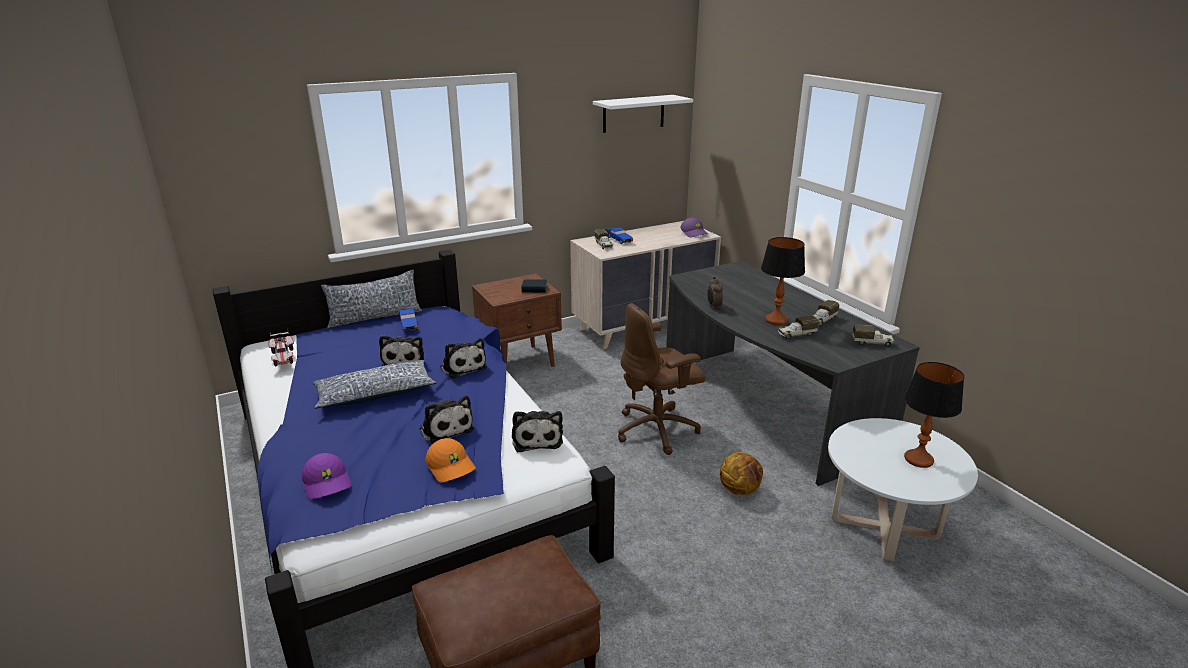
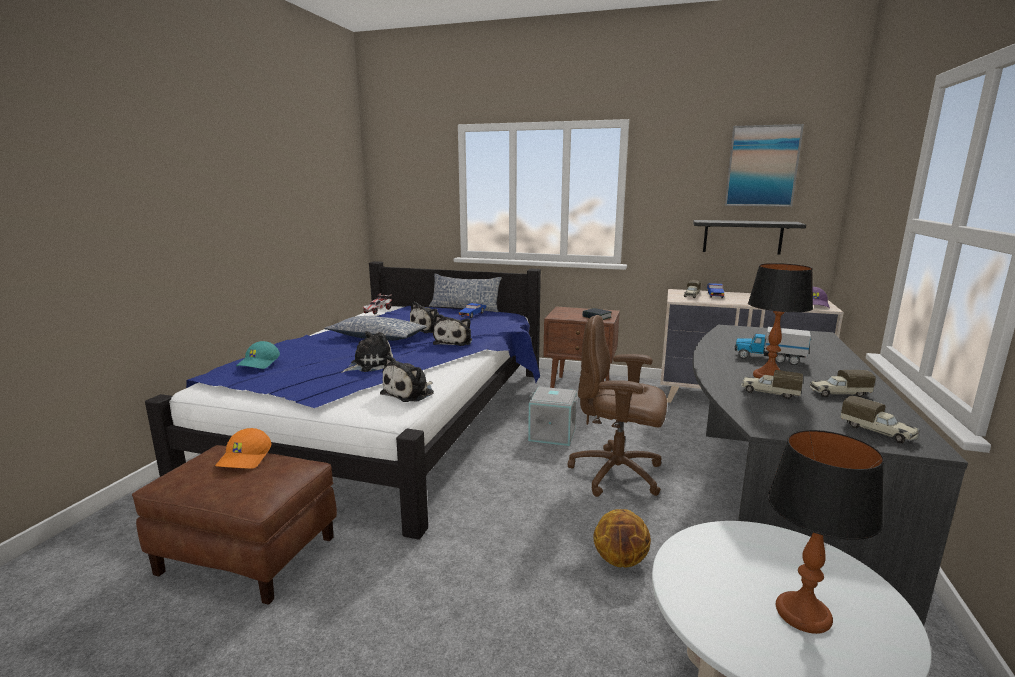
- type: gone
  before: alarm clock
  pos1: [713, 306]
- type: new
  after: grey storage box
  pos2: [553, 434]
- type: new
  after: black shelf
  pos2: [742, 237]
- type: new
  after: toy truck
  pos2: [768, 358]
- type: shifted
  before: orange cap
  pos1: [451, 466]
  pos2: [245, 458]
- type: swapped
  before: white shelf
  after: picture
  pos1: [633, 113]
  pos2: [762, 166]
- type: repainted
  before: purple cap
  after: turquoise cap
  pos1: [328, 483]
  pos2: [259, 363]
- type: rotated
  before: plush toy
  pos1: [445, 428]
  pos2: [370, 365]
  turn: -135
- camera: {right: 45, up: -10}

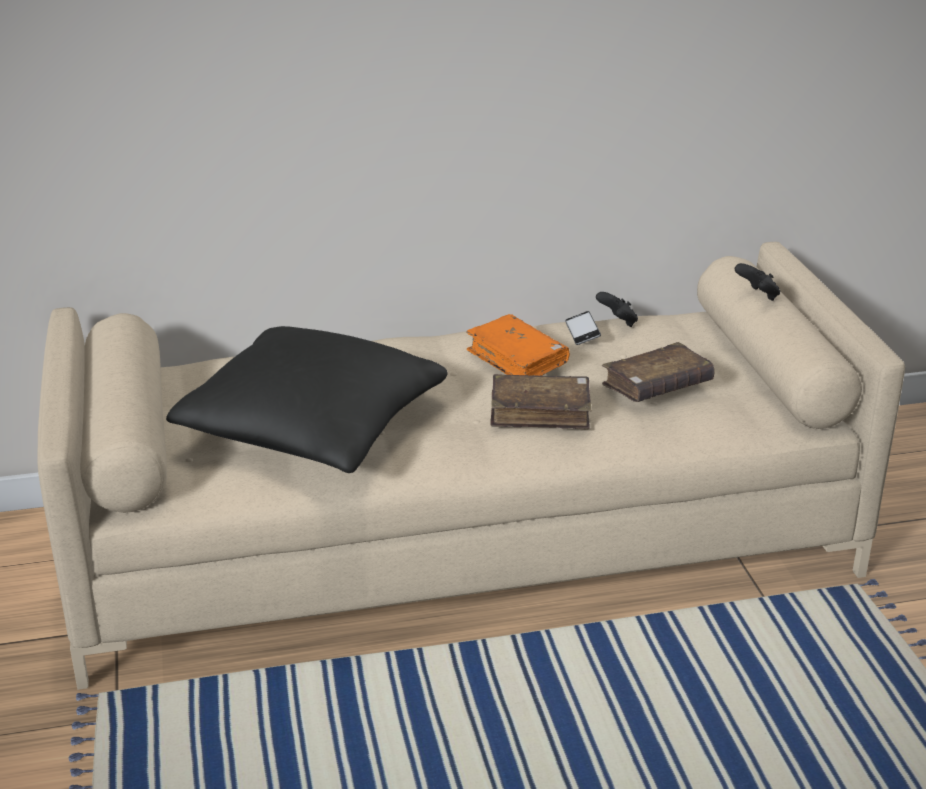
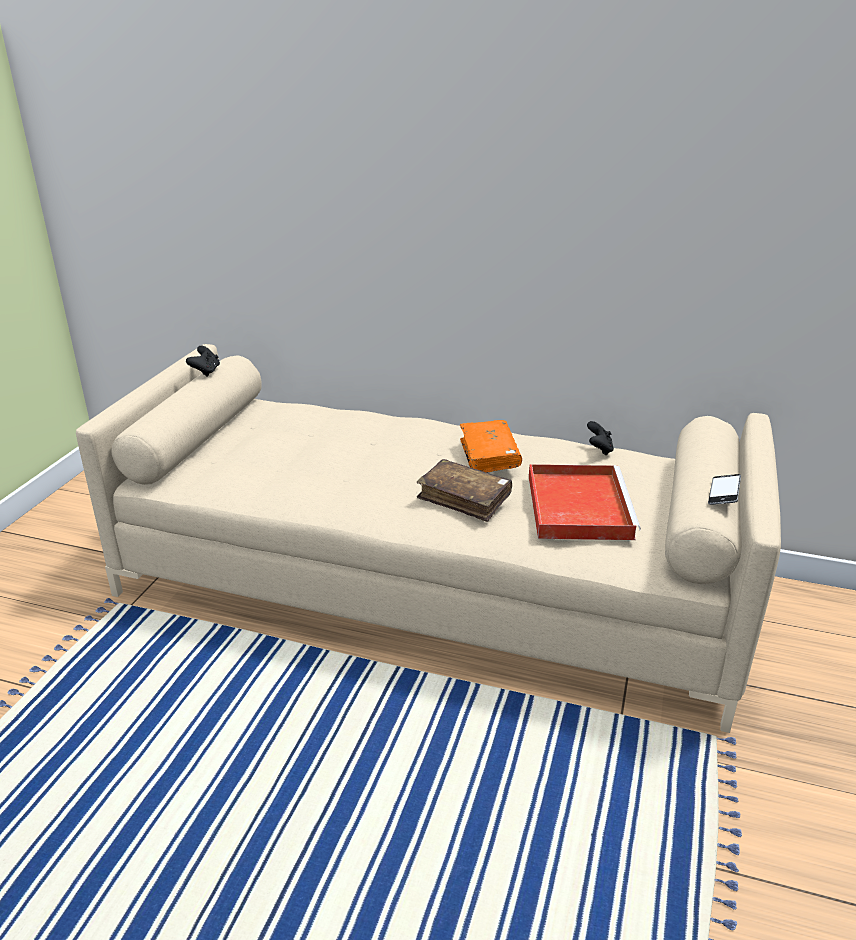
- type: gone
  before: black pillow
  pos1: [312, 428]
- type: shifted
  before: phone
  pos1: [582, 332]
  pos2: [723, 494]
- type: shifted
  before: black game controller
  pos1: [758, 296]
  pos2: [205, 372]
- type: swapped
  before: brown book
  after: red tray
  pos1: [657, 386]
  pos2: [577, 505]
- camera: {right: 30, up: 0}

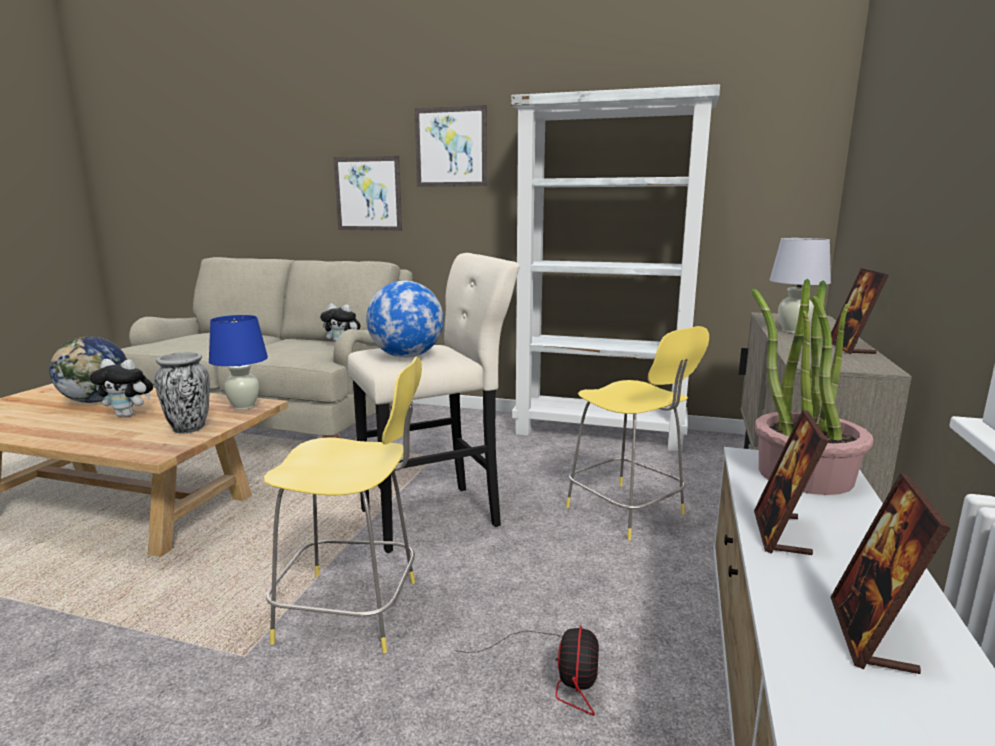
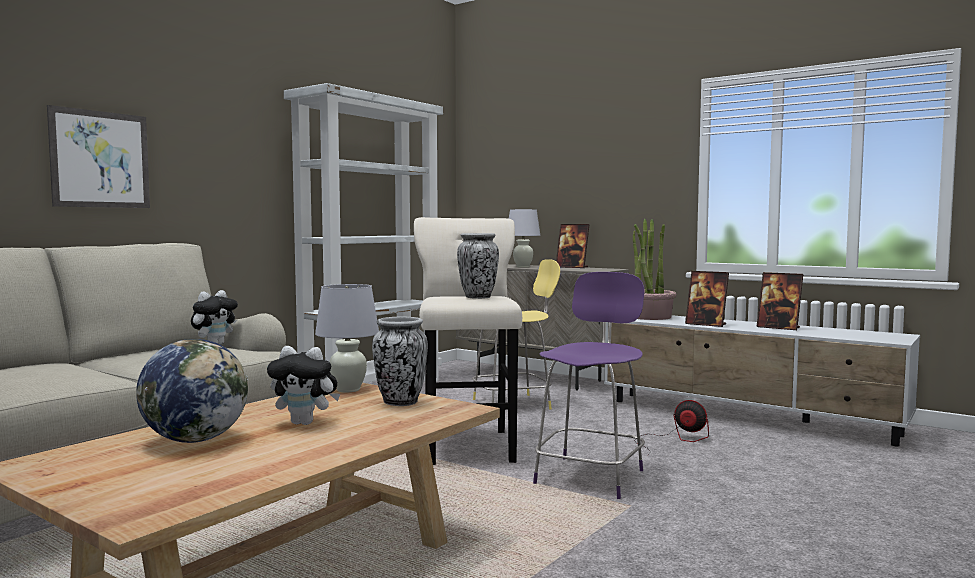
- type: gone
  before: picture
  pos1: [451, 147]
- type: swapped
  before: globe
  after: vase
  pos1: [407, 356]
  pos2: [478, 297]
- type: repainted
  before: blue table lamp
  after: white table lamp
  pos1: [243, 407]
  pos2: [348, 390]
- type: repainted
  before: yellow stool
  after: purple stool
  pos1: [353, 611]
  pos2: [591, 475]
- type: rotated
  before: plush toy
  pos1: [128, 415]
  pos2: [305, 423]
  turn: 75
- camera: {right: -70, up: -10}

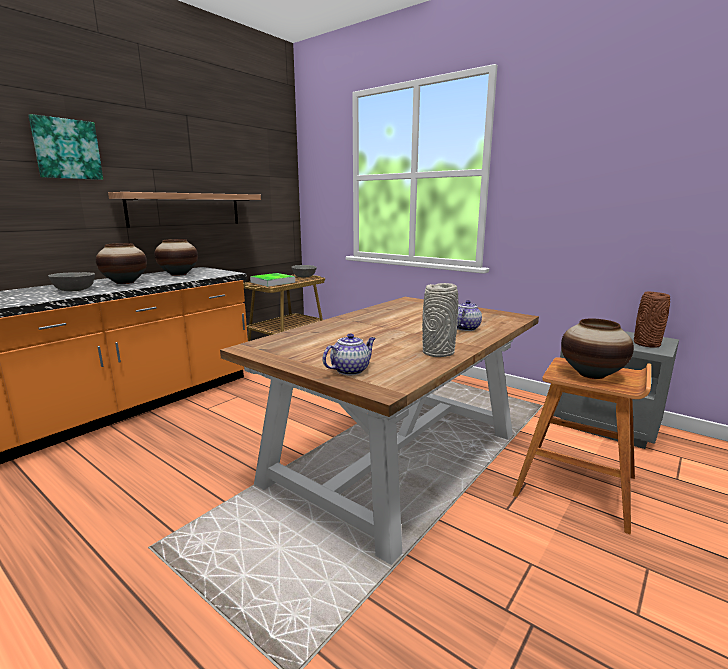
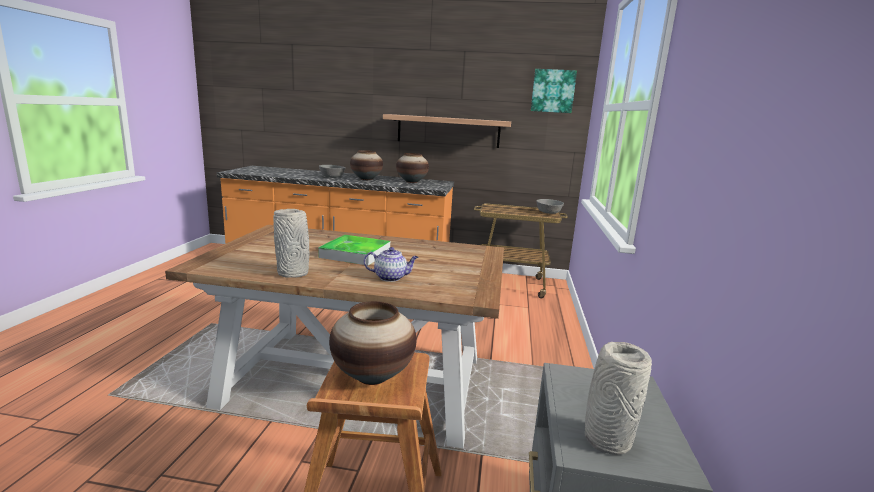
- type: gone
  before: teapot
  pos1: [350, 370]
- type: shifted
  before: picture
  pos1: [66, 149]
  pos2: [553, 91]
- type: shifted
  before: tray
  pos1: [272, 282]
  pos2: [355, 254]
- type: repainted
  before: brown vase
  after: grey vase
  pos1: [646, 344]
  pos2: [606, 439]
- camera: {right: 60, up: 0}

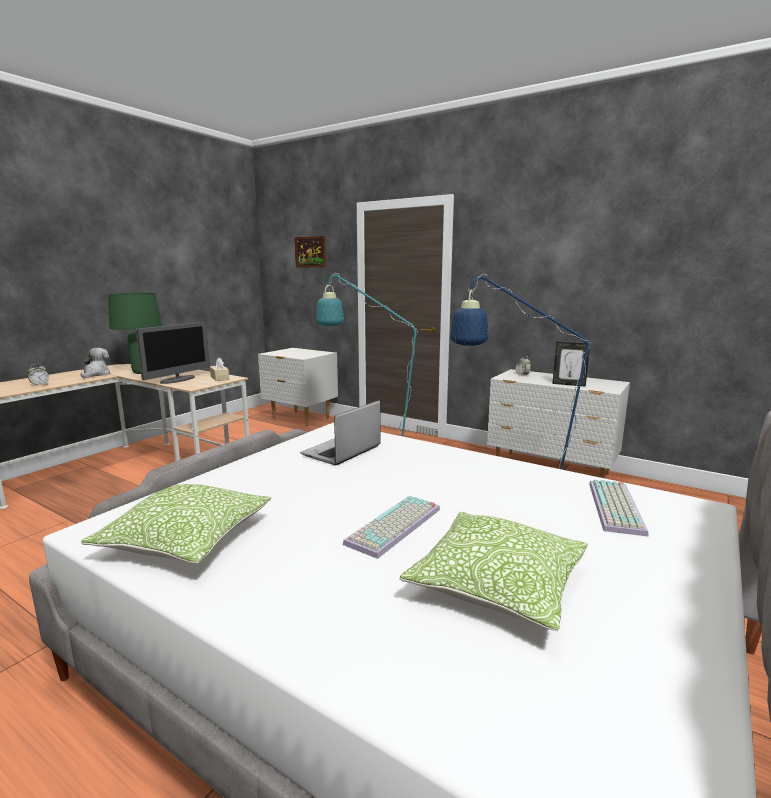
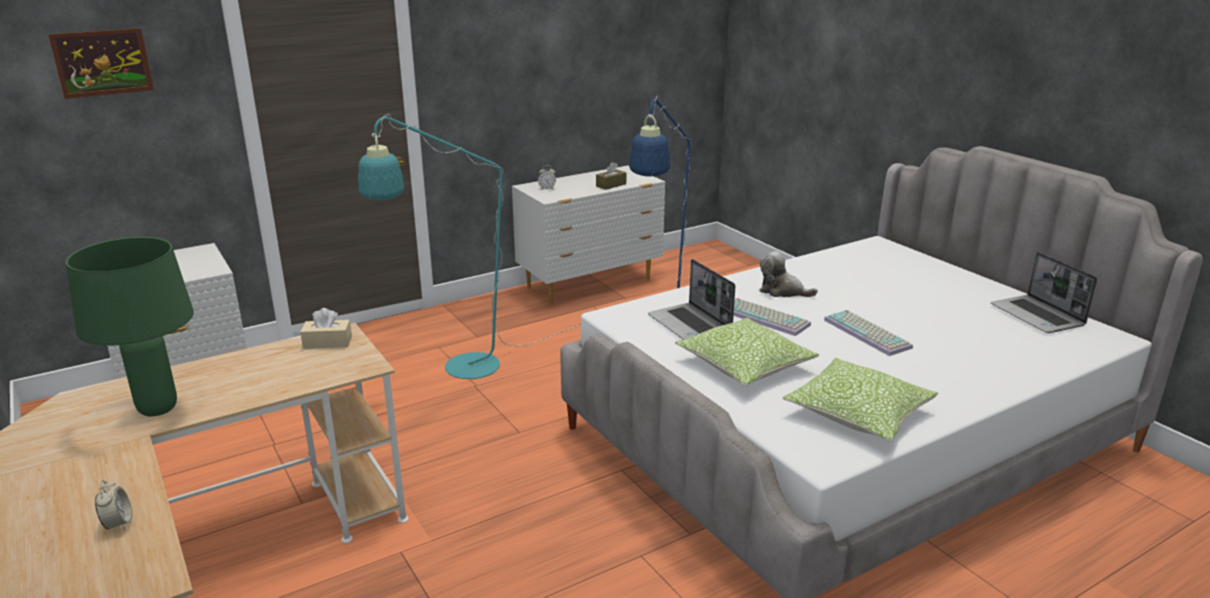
- type: gone
  before: monitor
  pos1: [178, 380]
- type: new
  after: laptop
  pos2: [1038, 316]
- type: shifted
  before: plush toy
  pos1: [96, 374]
  pos2: [782, 291]
- type: shifted
  before: pillow
  pos1: [497, 584]
  pos2: [745, 366]
- type: shifted
  before: keyboard
  pos1: [618, 508]
  pos2: [766, 317]
- type: swapped
  before: picture frame
  after: brown tissue box
  pos1: [569, 384]
  pos2: [611, 185]
- camera: {right: -65, up: 10}

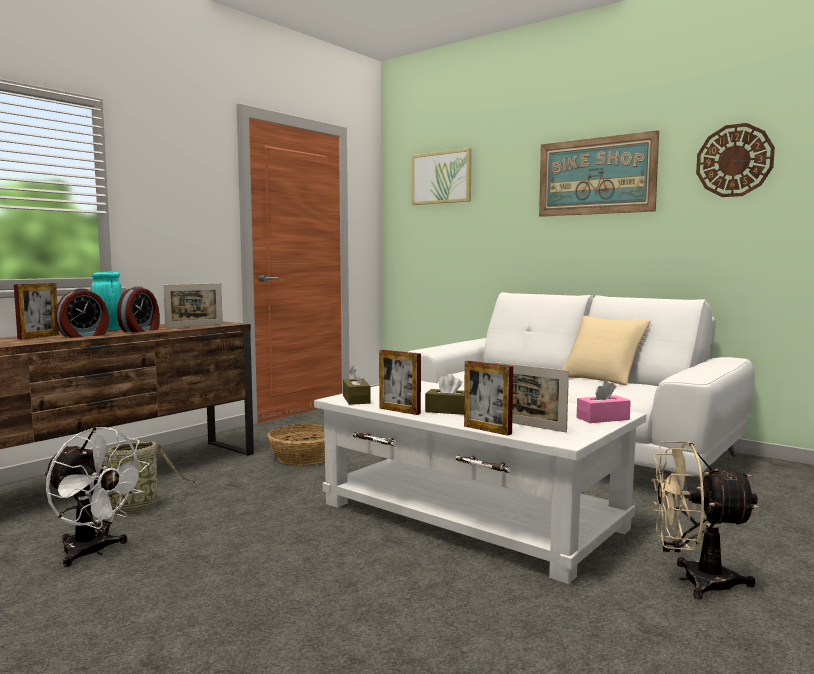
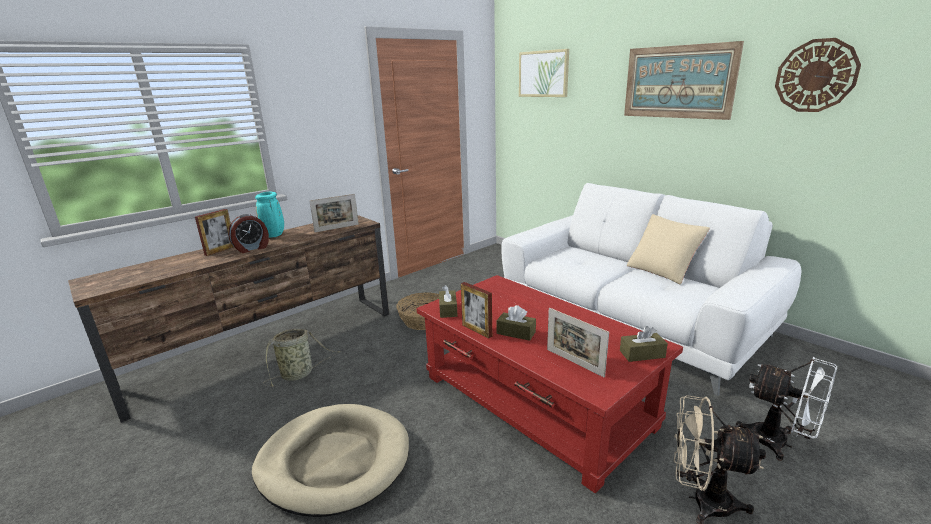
- type: gone
  before: alarm clock
  pos1: [141, 330]
- type: gone
  before: picture frame
  pos1: [487, 430]
- type: new
  after: beige dog bed
  pos2: [334, 461]
- type: shifted
  before: white fan
  pos1: [93, 552]
  pos2: [779, 443]
- type: repainted
  before: white coffee table
  after: red coffee table
  pos1: [471, 516]
  pos2: [535, 401]
- type: repainted
  before: pink tissue box
  after: brown tissue box
  pos1: [603, 418]
  pos2: [642, 354]
- camera: {right: 10, up: 15}

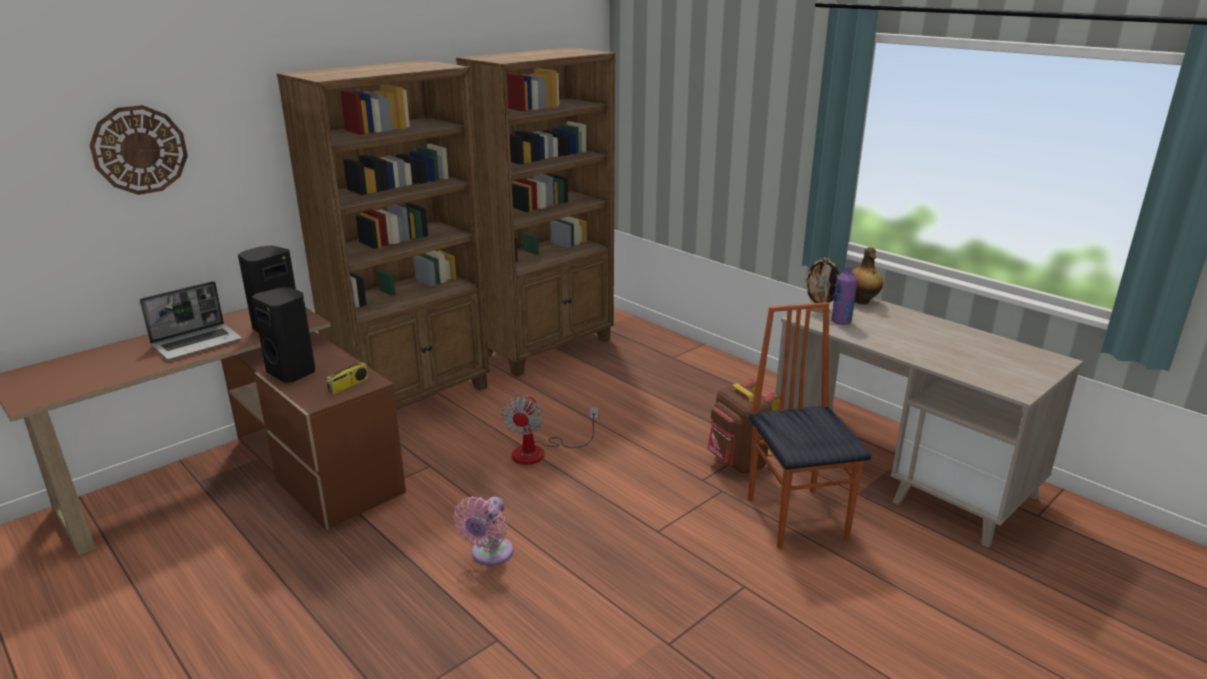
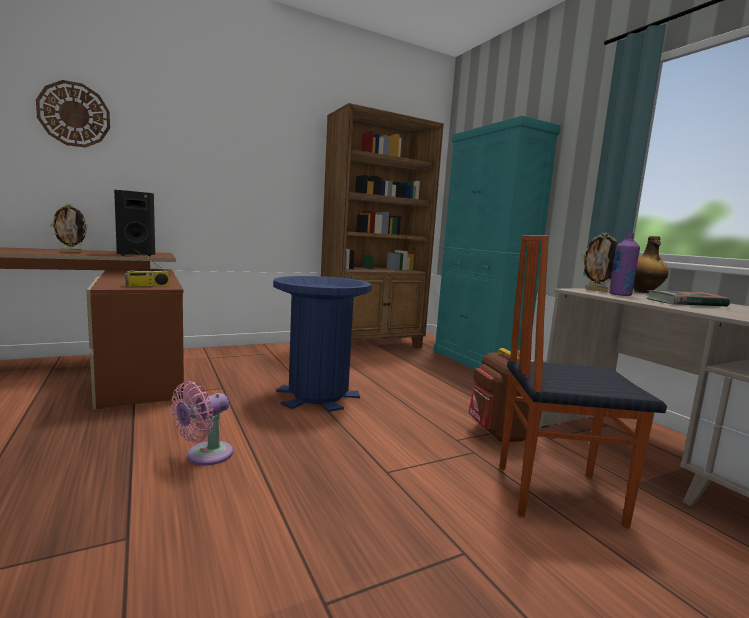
- type: gone
  before: black speaker
  pos1: [293, 372]
- type: gone
  before: brown bookcase
  pos1: [414, 398]
- type: new
  after: turquoise cabinet
  pos2: [478, 361]
- type: new
  after: book
  pos2: [685, 303]
- type: swapped
  before: laptop
  after: picture frame
  pos1: [198, 343]
  pos2: [71, 252]
- type: swapped
  before: fan
  after: blue trash can
  pos1: [540, 452]
  pos2: [318, 395]
- type: rotated
  before: chair
  pos1: [798, 517]
  pos2: [555, 492]
  turn: -90
- camera: {right: 15, up: -15}

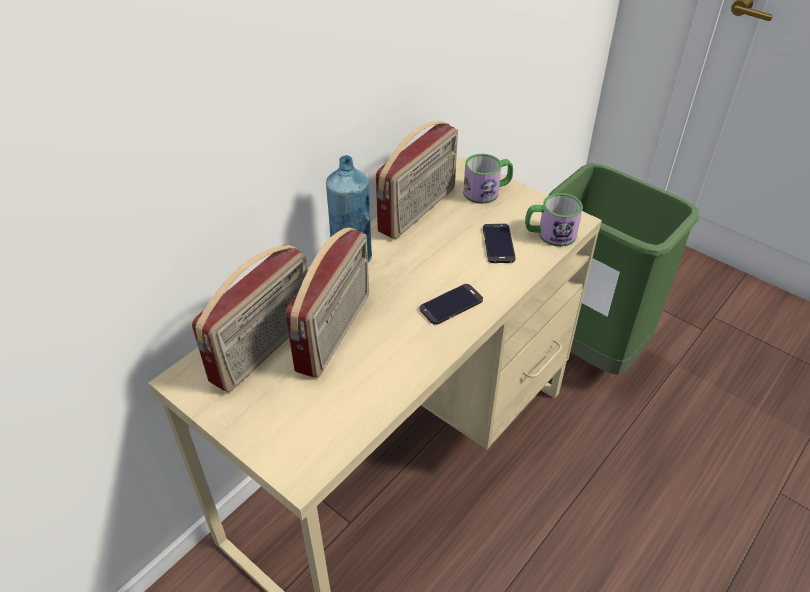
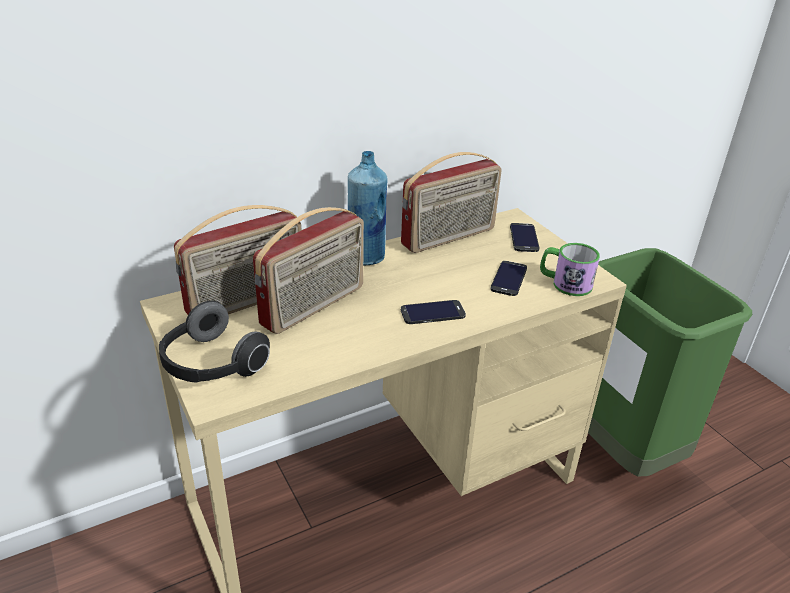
- type: new
  after: headphones
  pos2: [211, 365]
- type: swapped
  before: mug
  after: phone
  pos1: [487, 191]
  pos2: [524, 238]
- camera: {right: 20, up: -10}

